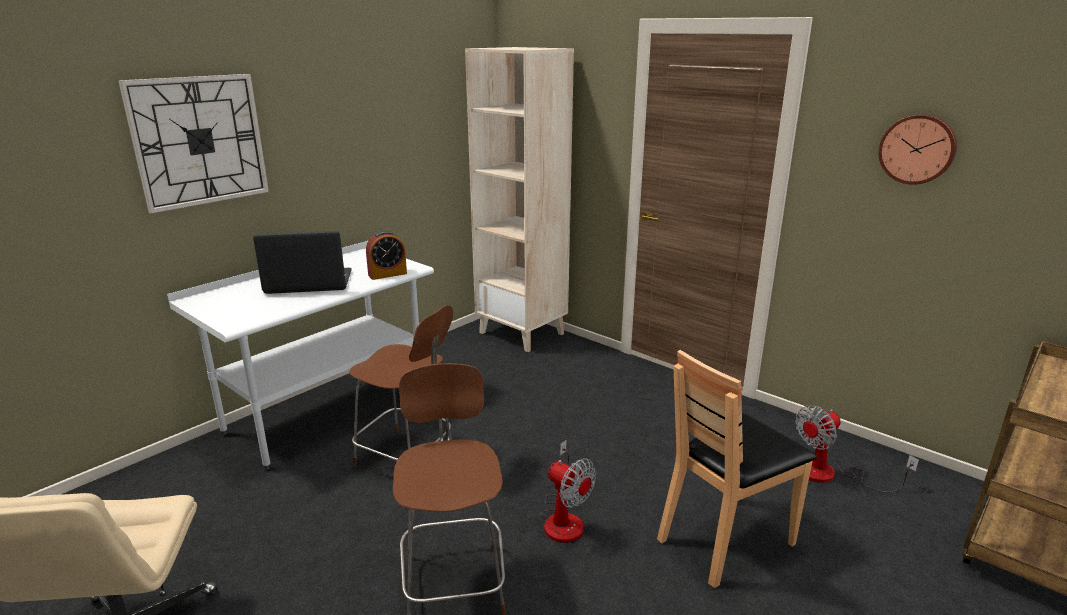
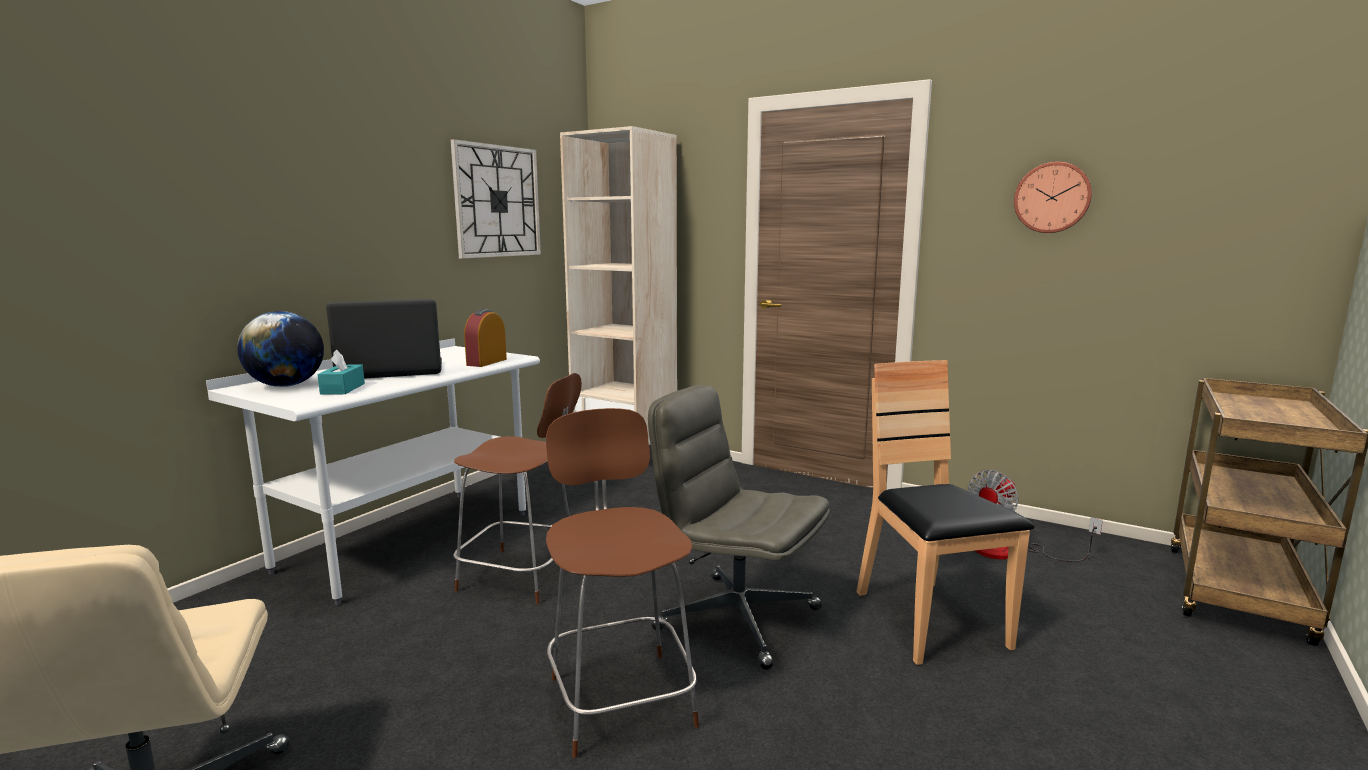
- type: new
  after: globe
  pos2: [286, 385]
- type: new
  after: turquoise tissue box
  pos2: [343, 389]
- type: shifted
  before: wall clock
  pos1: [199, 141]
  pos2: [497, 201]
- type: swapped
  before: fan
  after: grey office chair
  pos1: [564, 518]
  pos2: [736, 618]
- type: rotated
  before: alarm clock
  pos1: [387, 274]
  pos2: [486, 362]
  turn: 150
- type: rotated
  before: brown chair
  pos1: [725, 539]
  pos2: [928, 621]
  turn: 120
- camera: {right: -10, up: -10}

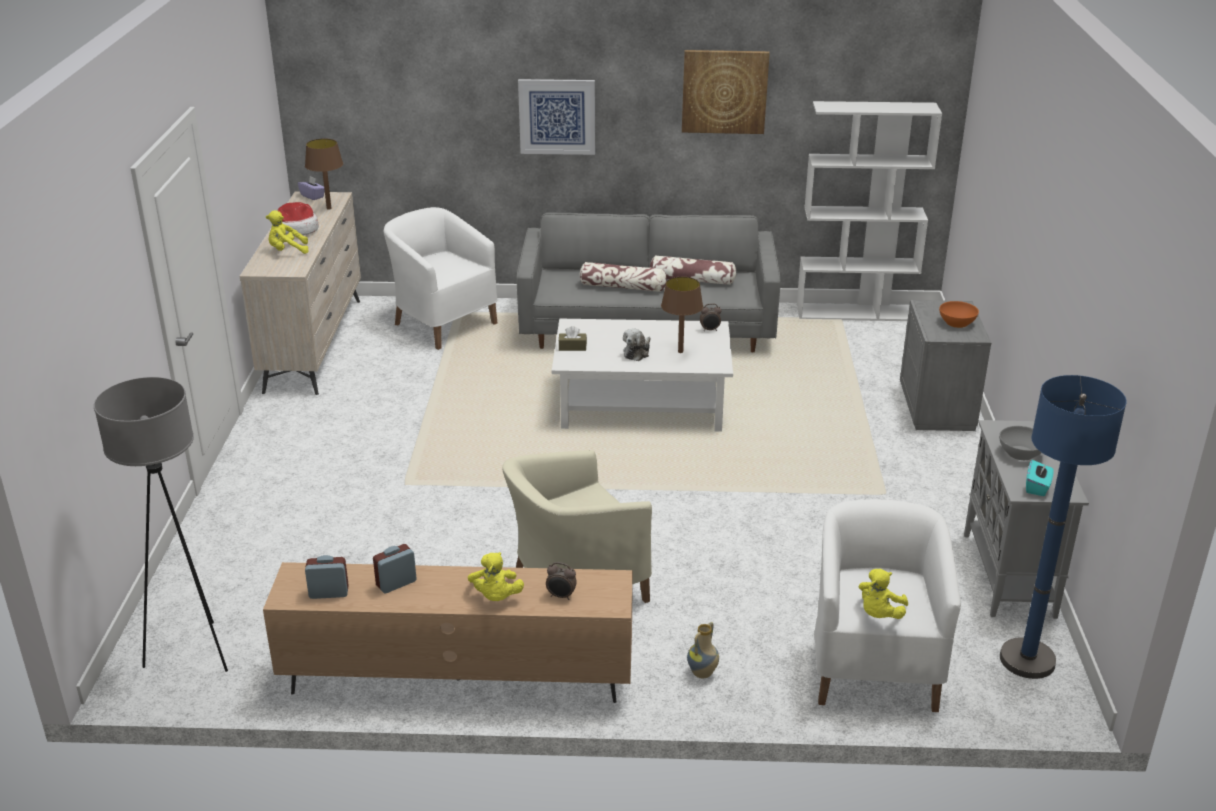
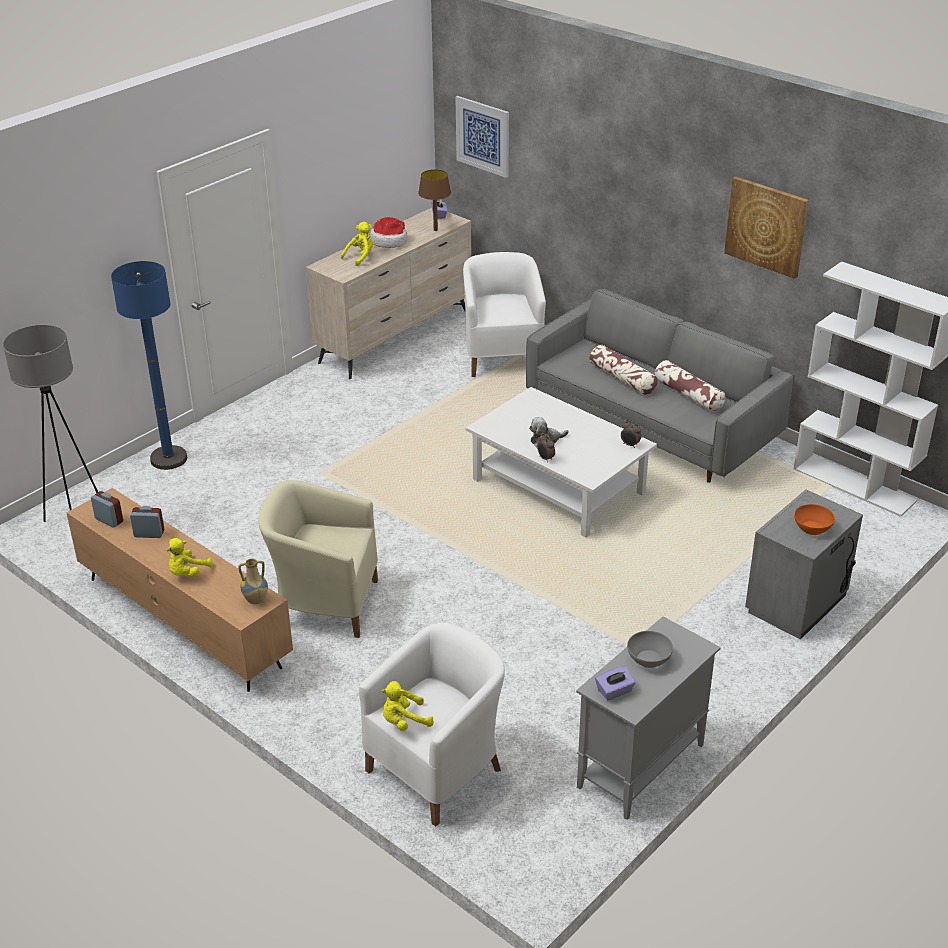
- type: gone
  before: brown tissue box
  pos1: [572, 347]
- type: gone
  before: brown table lamp
  pos1: [680, 352]
- type: shifted
  before: picture
  pos1: [557, 116]
  pos2: [483, 136]
- type: shifted
  before: alarm clock
  pos1: [561, 596]
  pos2: [545, 458]
- type: shifted
  before: vase
  pos1: [703, 674]
  pos2: [255, 600]
- type: shifted
  before: blue floor lamp
  pos1: [1027, 660]
  pos2: [168, 459]
- type: repainted
  before: turquoise tissue box
  after: purple tissue box
  pos1: [1037, 487]
  pos2: [614, 691]
- type: rotated
  before: yellow plush toy
  pos1: [287, 251]
  pos2: [360, 257]
  turn: 105
- camera: {right: 40, up: 5}

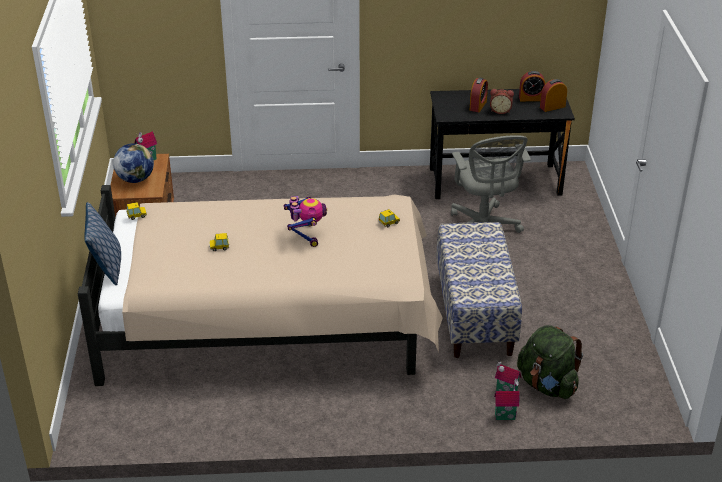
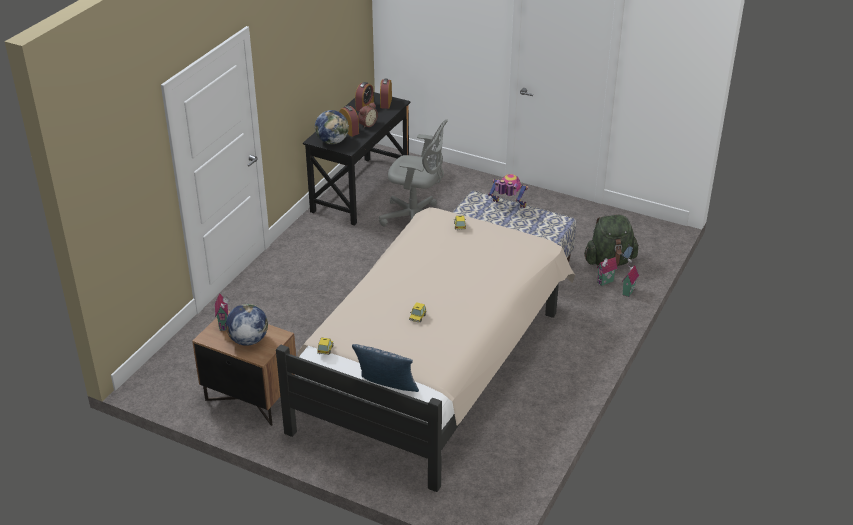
- type: new
  after: globe
  pos2: [332, 141]
- type: shifted
  before: toy robot
  pos1: [305, 235]
  pos2: [507, 206]
- camera: {right: -60, up: 0}

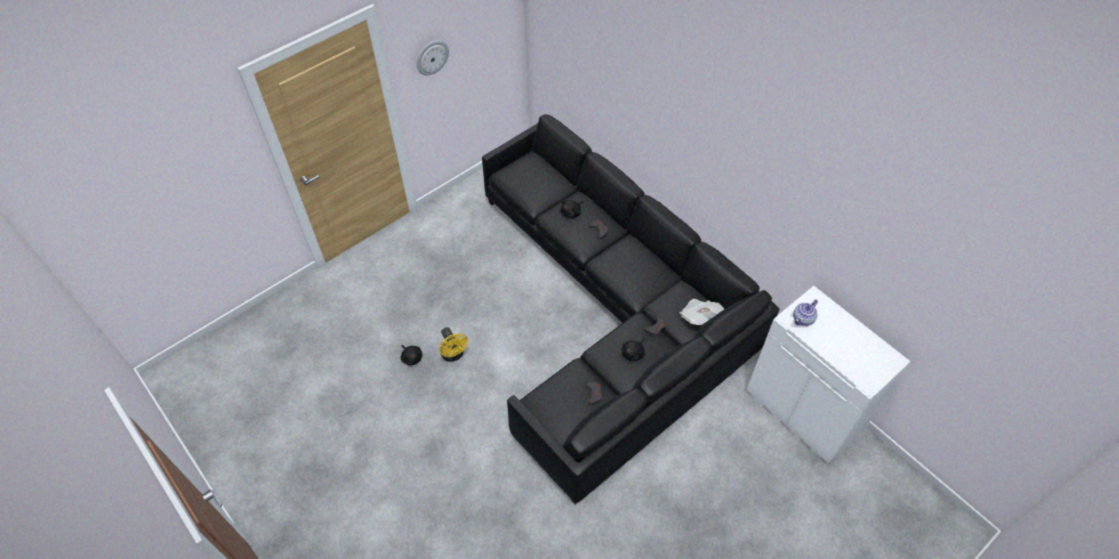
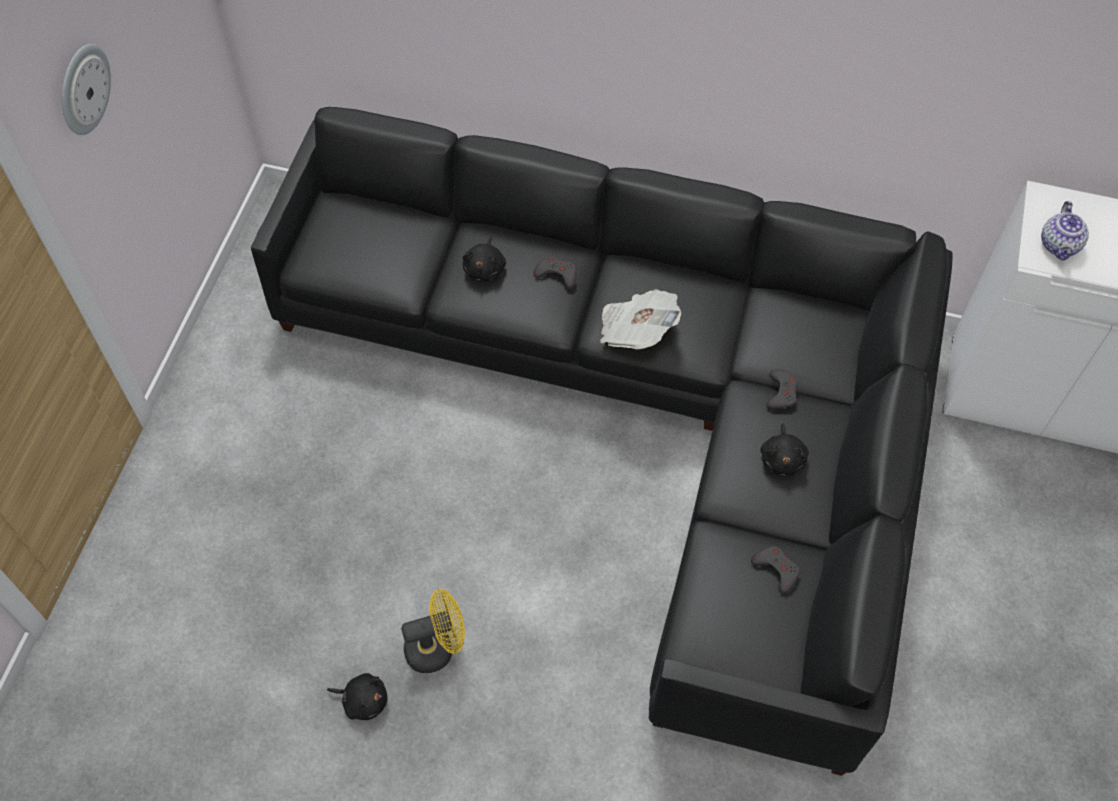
- type: shifted
  before: newspaper
  pos1: [699, 317]
  pos2: [636, 330]
- type: rotated
  before: yellow fan
  pos1: [454, 355]
  pos2: [437, 647]
  turn: -45
- camera: {right: -35, up: 5}

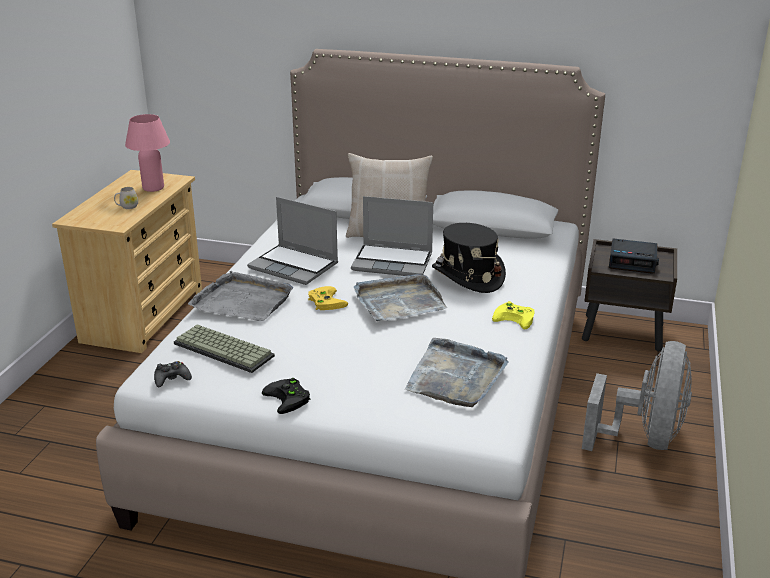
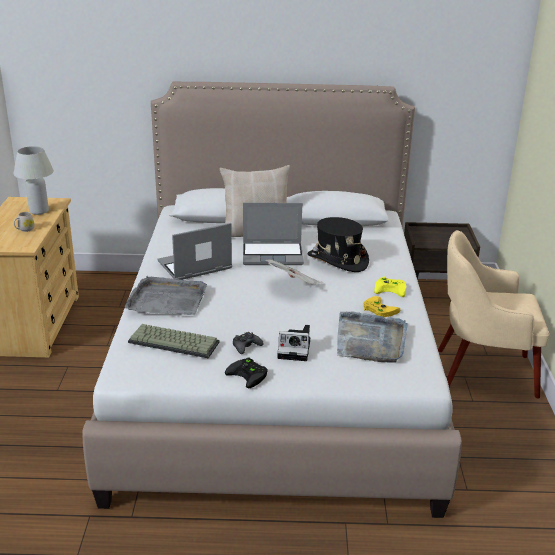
- type: gone
  before: alarm clock
  pos1: [633, 261]
- type: new
  after: photo camera
  pos2: [296, 349]
- type: shifted
  before: black game controller
  pos1: [172, 378]
  pos2: [246, 346]
- type: shifted
  before: yellow game controller
  pos1: [325, 301]
  pos2: [378, 309]
- type: swapped
  before: grey tray
  after: newspaper
  pos1: [398, 301]
  pos2: [294, 286]
- type: swapped
  before: grey fan
  after: beige armchair
  pos1: [643, 438]
  pos2: [482, 372]
- type: repainted
  before: pink table lamp
  after: white table lamp
  pos1: [153, 188]
  pos2: [39, 211]
- type: rotated
  before: laptop
  pos1: [295, 266]
  pos2: [194, 266]
  turn: 135
- camera: {right: -15, up: 0}

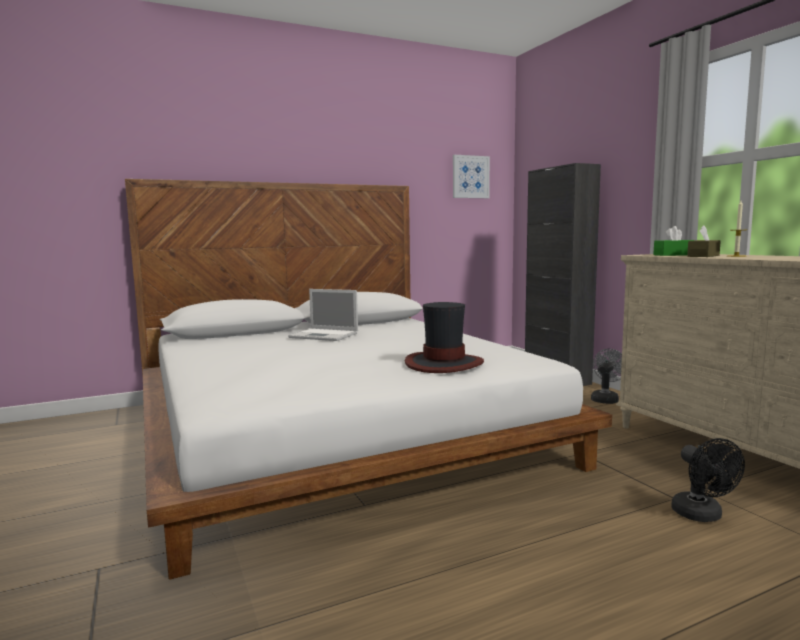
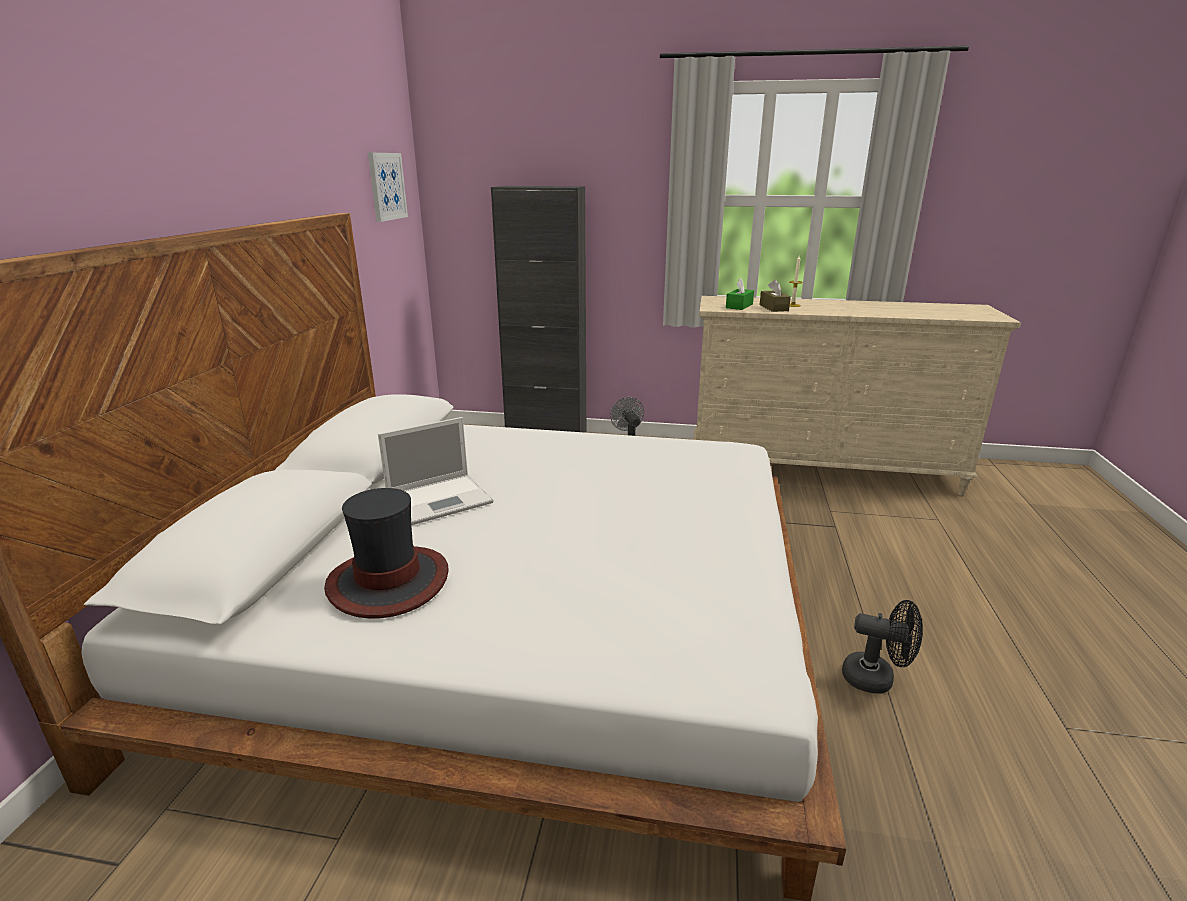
- type: shifted
  before: hat
  pos1: [443, 364]
  pos2: [389, 582]
- type: shifted
  before: black fan
  pos1: [702, 516]
  pos2: [876, 679]
- camera: {right: -55, up: 15}

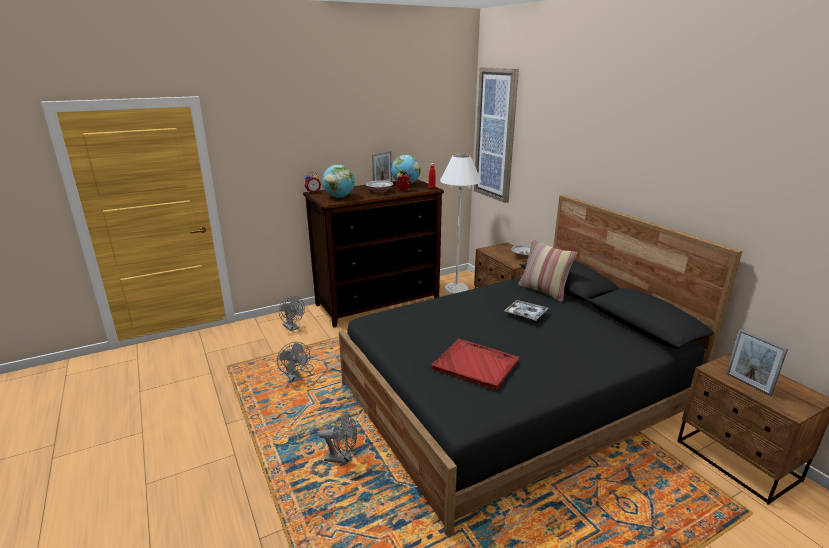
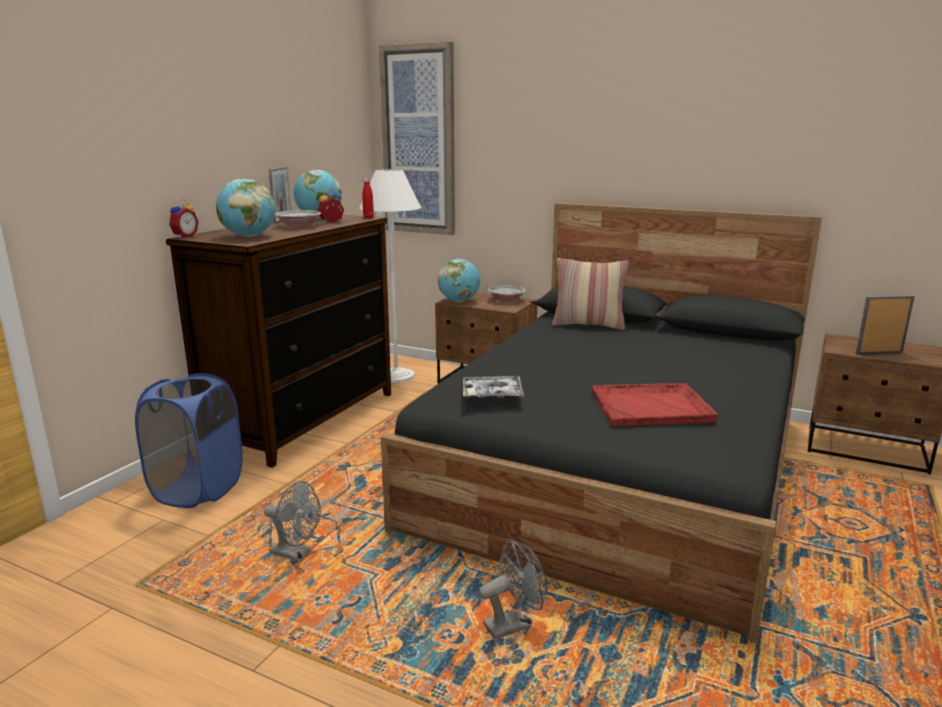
- type: new
  after: globe
  pos2: [459, 301]
- type: shifted
  before: tray
  pos1: [525, 314]
  pos2: [492, 394]
- type: swapped
  before: grey fan
  after: blue laundry basket
  pos1: [292, 328]
  pos2: [198, 489]
- type: rotated
  before: picture frame
  pos1: [748, 384]
  pos2: [879, 353]
  turn: 150
- camera: {right: -35, up: -5}

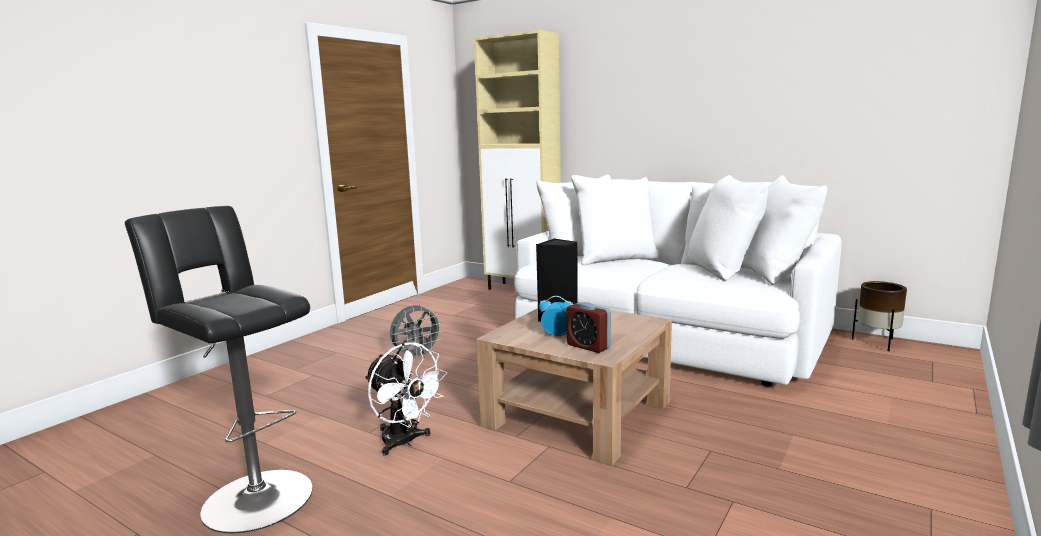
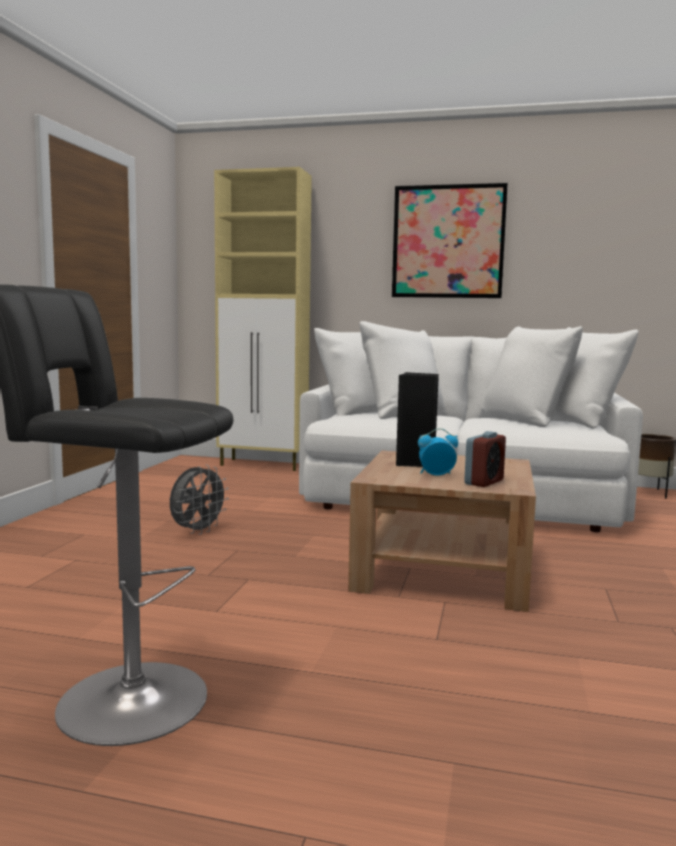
- type: gone
  before: white fan
  pos1: [404, 442]
- type: new
  after: picture
  pos2: [448, 242]
- type: rotated
  before: alarm clock
  pos1: [588, 346]
  pos2: [484, 482]
  turn: -75
- camera: {right: -20, up: -5}

